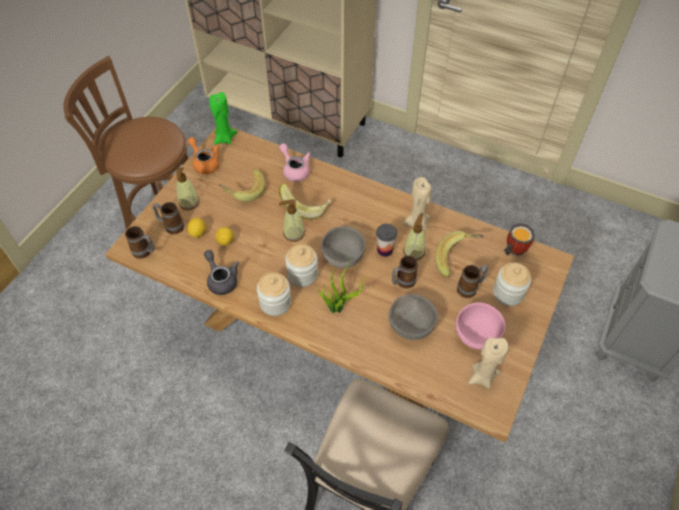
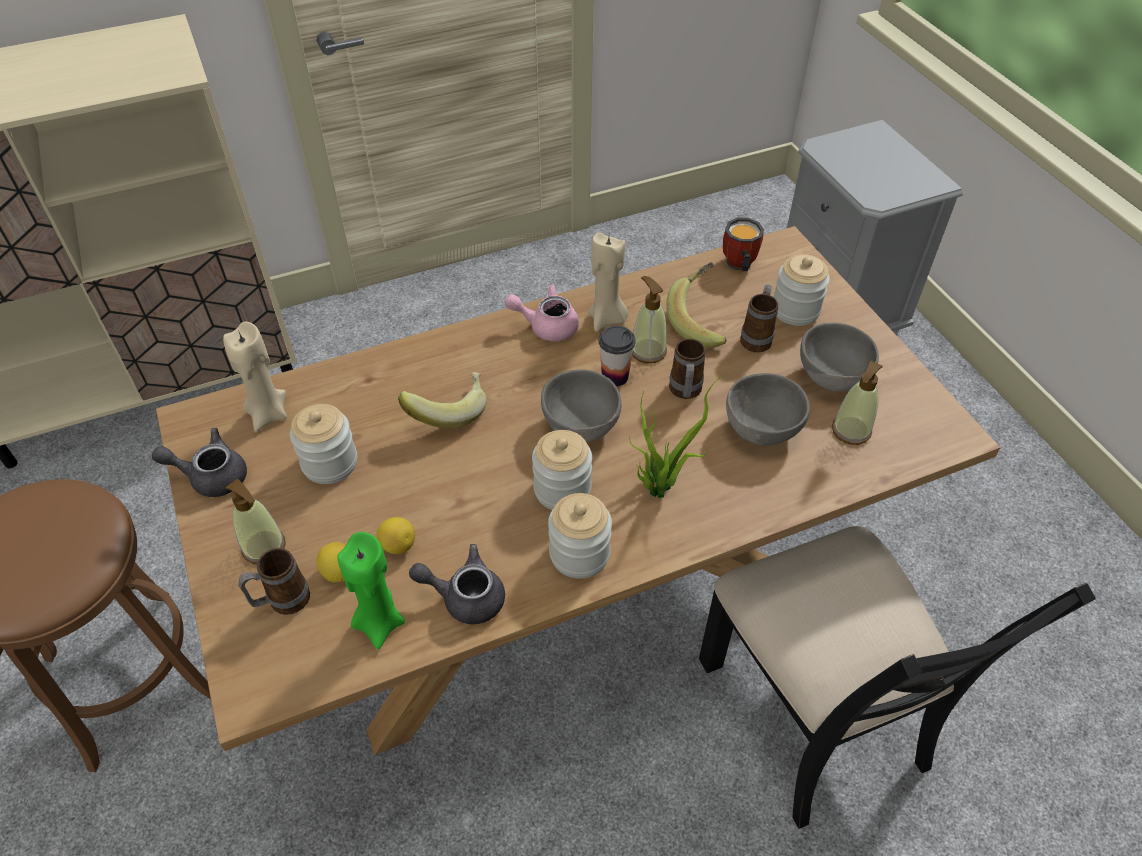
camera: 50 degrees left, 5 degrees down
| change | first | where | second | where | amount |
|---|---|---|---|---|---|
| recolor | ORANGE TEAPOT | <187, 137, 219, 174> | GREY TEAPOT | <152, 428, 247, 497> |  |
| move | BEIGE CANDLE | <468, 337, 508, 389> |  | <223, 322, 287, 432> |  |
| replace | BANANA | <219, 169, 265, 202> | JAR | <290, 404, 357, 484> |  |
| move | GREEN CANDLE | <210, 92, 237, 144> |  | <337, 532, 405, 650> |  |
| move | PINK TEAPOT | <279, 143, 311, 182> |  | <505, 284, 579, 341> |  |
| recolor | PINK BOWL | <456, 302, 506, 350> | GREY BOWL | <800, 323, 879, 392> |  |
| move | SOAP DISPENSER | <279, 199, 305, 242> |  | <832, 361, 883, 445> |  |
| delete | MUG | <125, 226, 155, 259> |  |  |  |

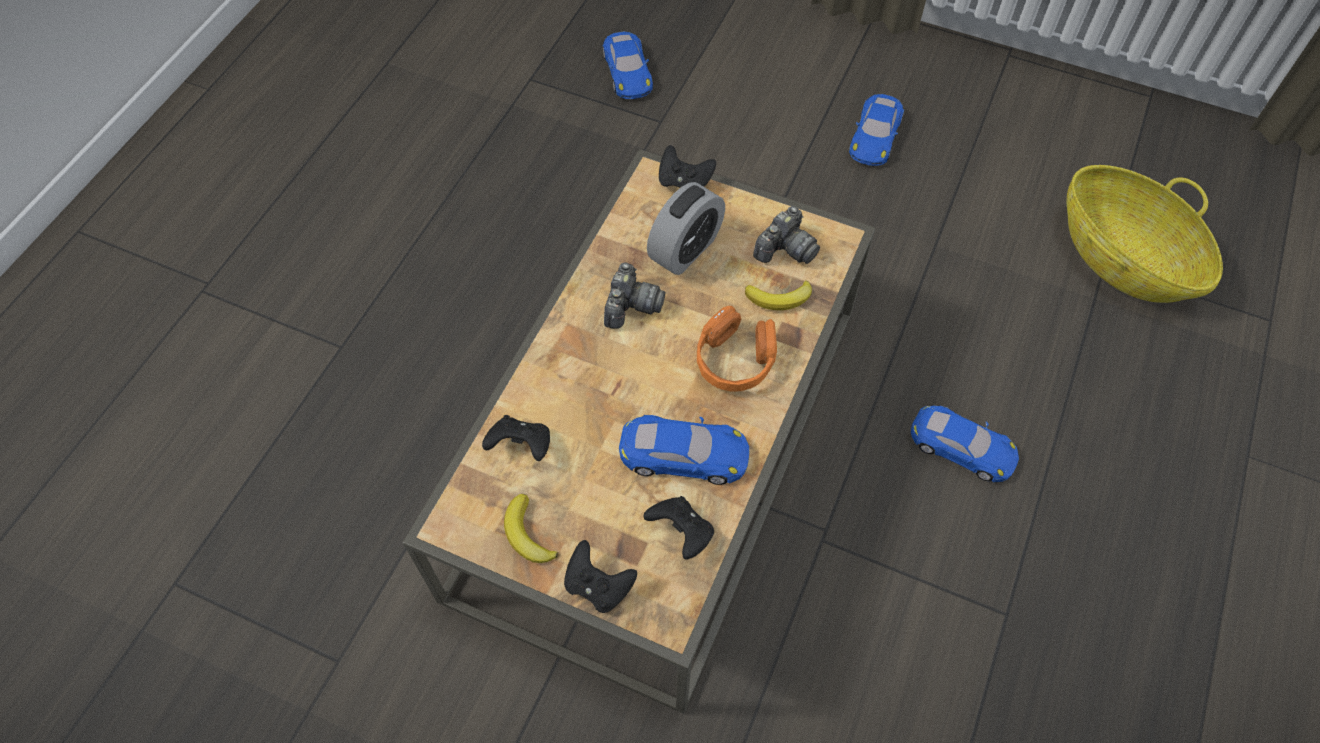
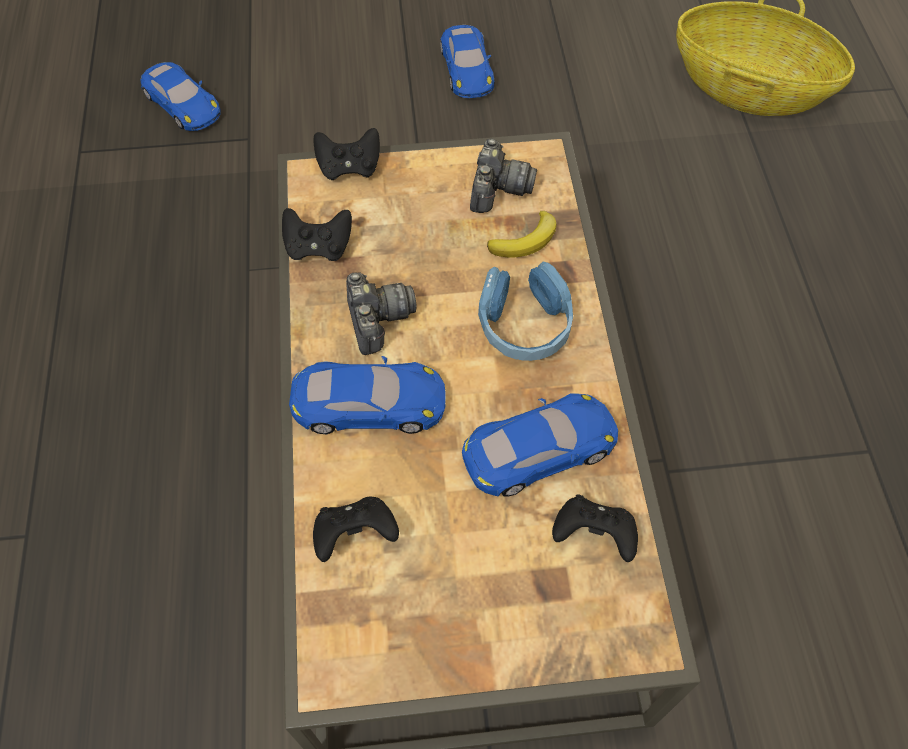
camera: 30 degrees left, 0 degrees up
| change | first | where | second | where | amount |
|---|---|---|---|---|---|
| move | BLACK GAME CONTROLLER | <564, 540, 637, 613> |  | <282, 208, 352, 261> |  |
| move | BLUE TOY CAR | <911, 405, 1019, 482> |  | <289, 356, 446, 434> |  |
| recolor | ORANGE HEADPHONES | <697, 306, 777, 392> | BLUE HEADPHONES | <478, 261, 573, 361> |  |
| delete | BANANA | <504, 494, 559, 563> |  |  |  |
| delete | ALARM CLOCK | <647, 182, 725, 275> |  |  |  |

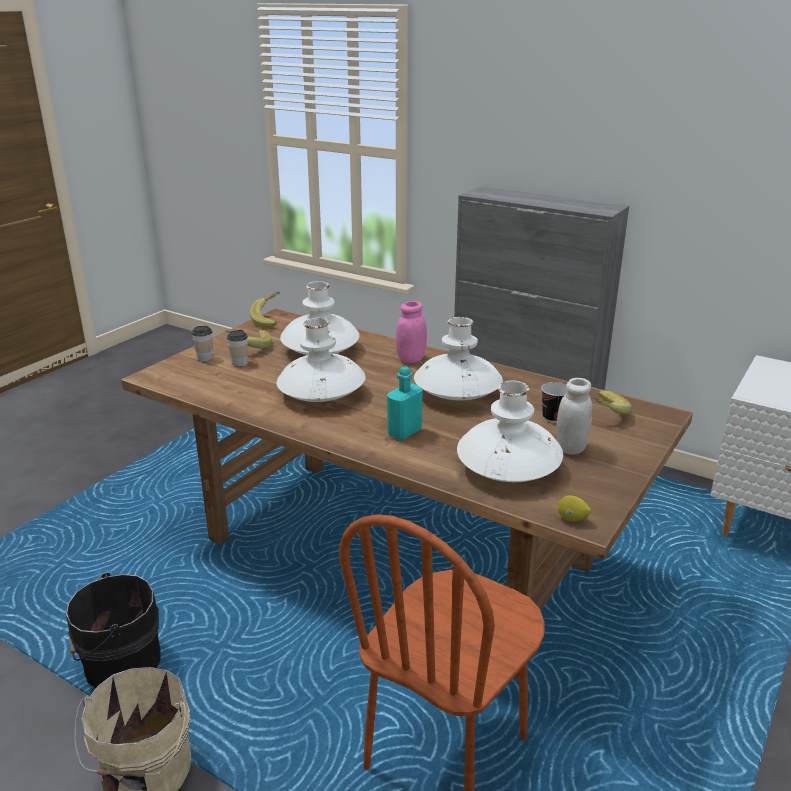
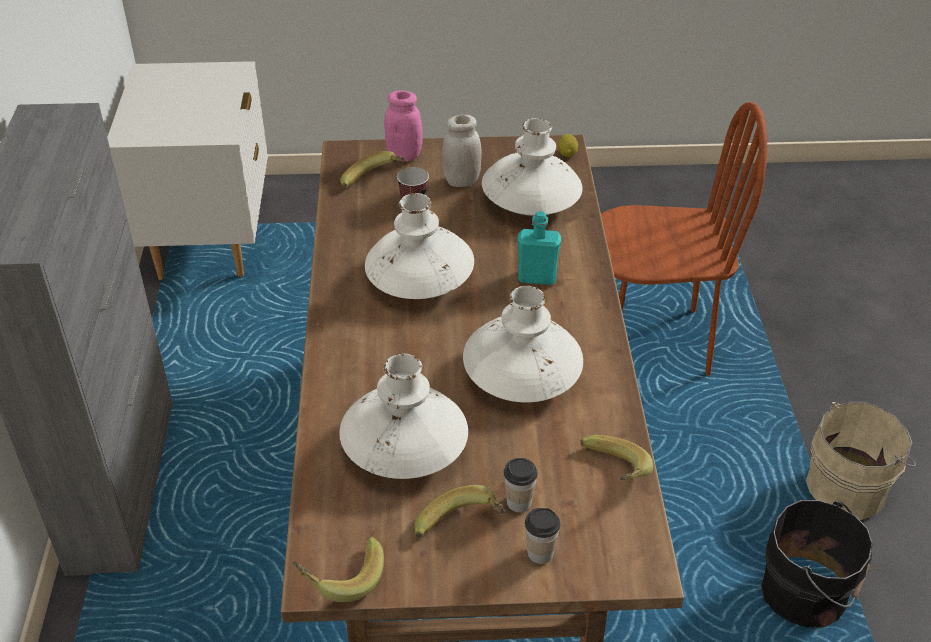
camera: 125 degrees left, 15 degrees up
| change | first | where | second | where | amount |
|---|---|---|---|---|---|
| move | PINK JAR | <396, 301, 427, 364> |  | <384, 91, 422, 161> |  |
| insert |  |  | BANANA | <580, 435, 653, 480> |  |

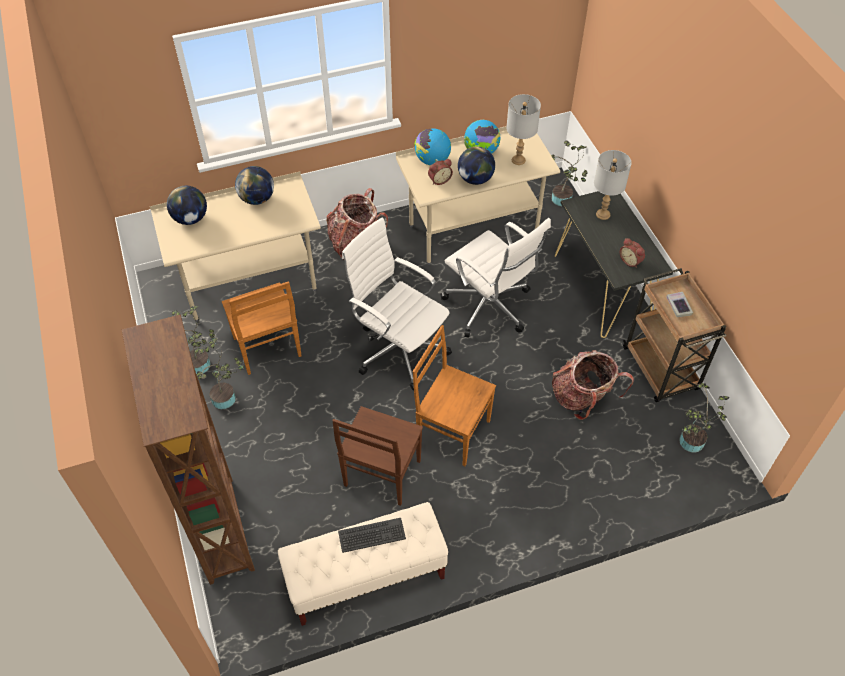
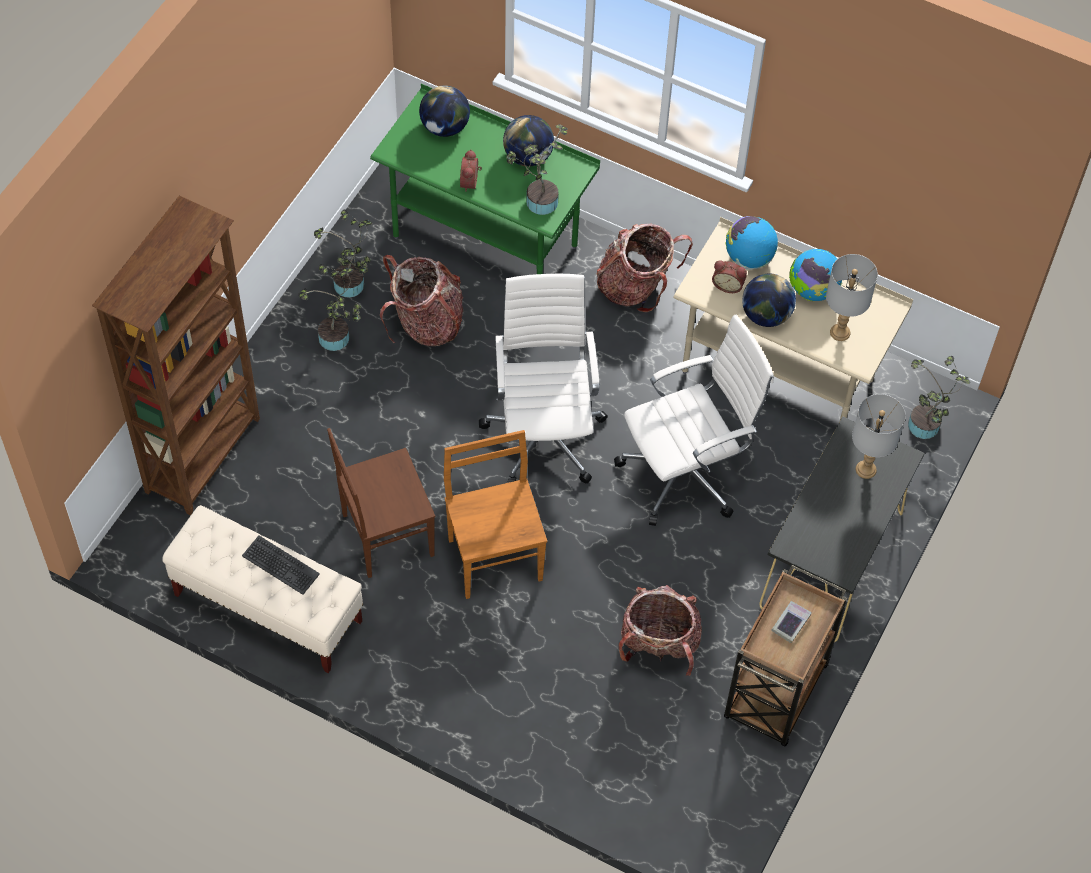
camera: 45 degrees right, 5 degrees up
| change | first | where | second | where | amount |
|---|---|---|---|---|---|
| recolor | BEIGE DESK | <150, 171, 321, 322> | GREEN DESK | <370, 84, 600, 274> |  |
| replace | BROWN CHAIR | <222, 281, 302, 375> | BACKPACK | <380, 255, 463, 346> |  |
| move | ALARM CLOCK | <620, 238, 645, 268> |  | <460, 149, 482, 192> |  |
| move | POTTED PLANT | <679, 383, 729, 453> |  | <506, 124, 567, 215> |  |
| rotate | WHITE OFFICE CHAIR | <441, 218, 551, 338> |  | <614, 315, 774, 526> | 120 degrees counterclockwise |

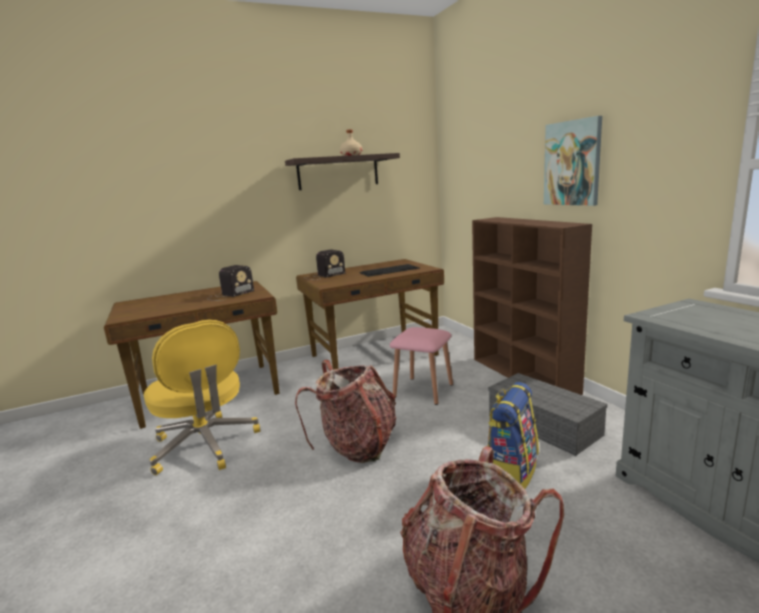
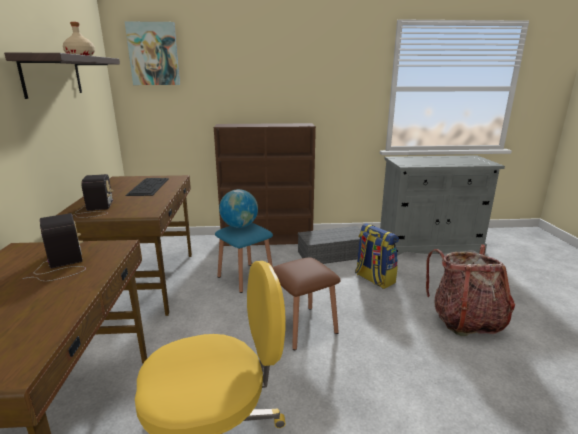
camera: 70 degrees left, 5 degrees up
| change | first | where | second | where | amount |
|---|---|---|---|---|---|
| move | PICTURE | <544, 116, 602, 206> |  | <125, 22, 180, 85> |  |
| recolor | PINK STOOL | <390, 327, 453, 405> | BLUE STOOL | <215, 223, 273, 293> |  |
| insert |  |  | GLOBE | <219, 189, 258, 228> |  |
| replace | BACKPACK | <295, 360, 396, 463> | BROWN STOOL | <273, 257, 340, 350> |  |

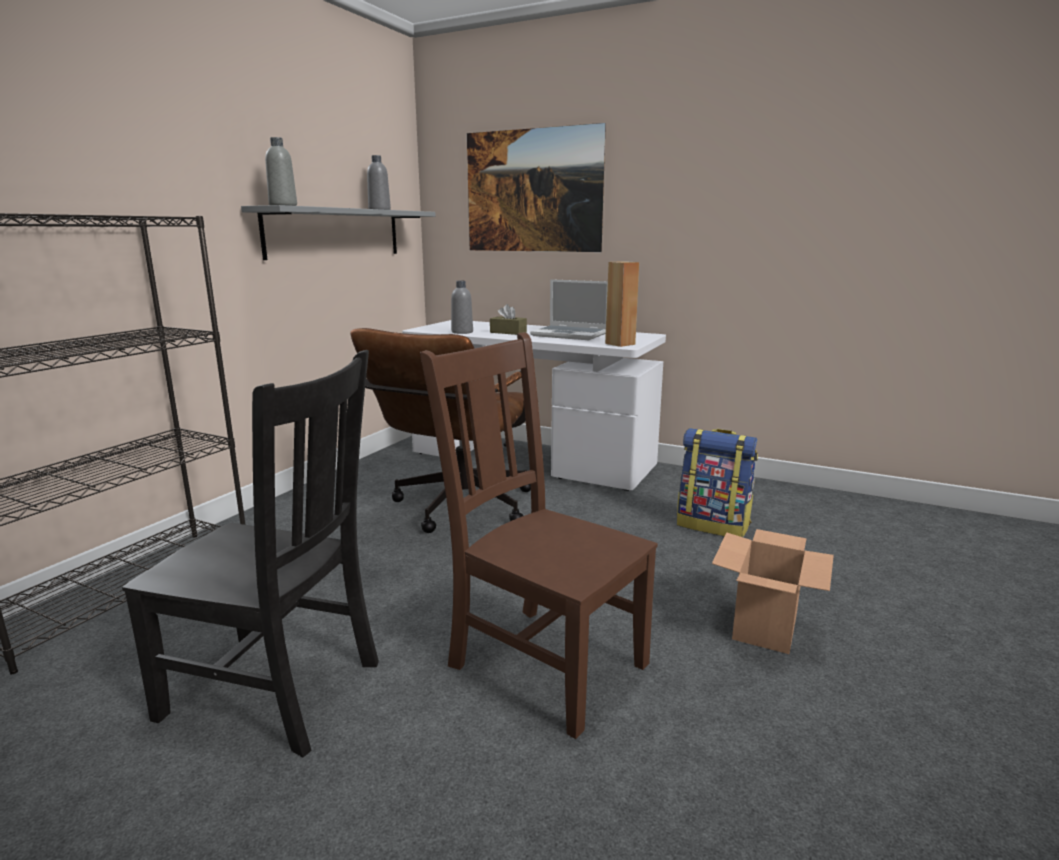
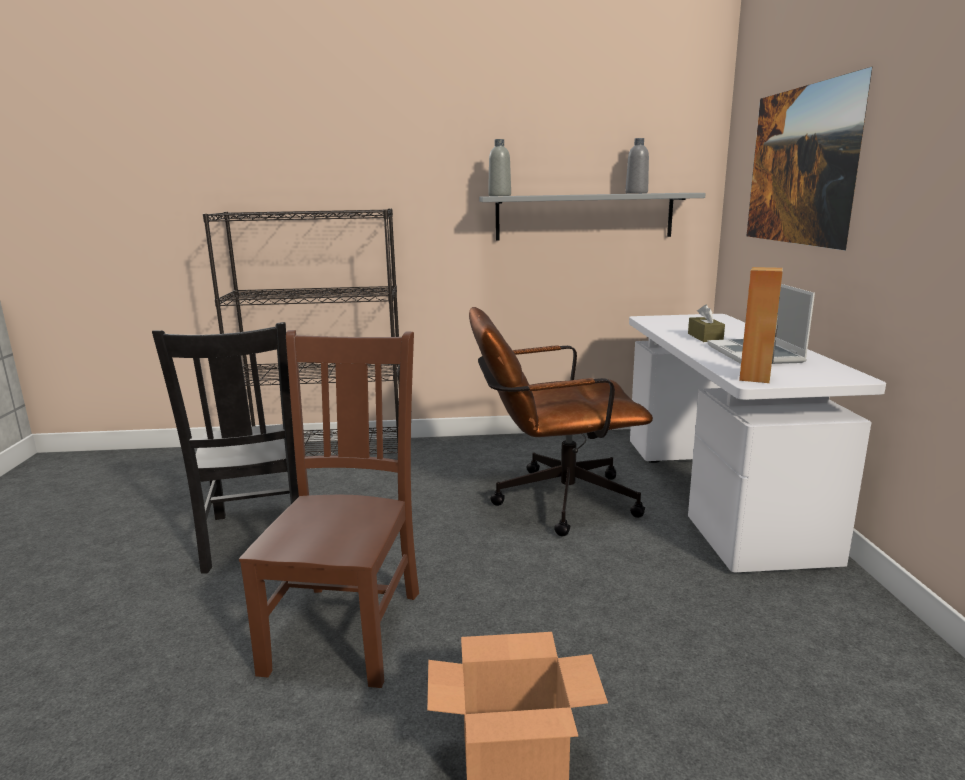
camera: 60 degrees right, 0 degrees up
| change | first | where | second | where | amount |
|---|---|---|---|---|---|
| delete | GREY BOTTLE | <451, 281, 473, 334> |  |  |  |
| delete | BACKPACK | <677, 428, 758, 537> |  |  |  |

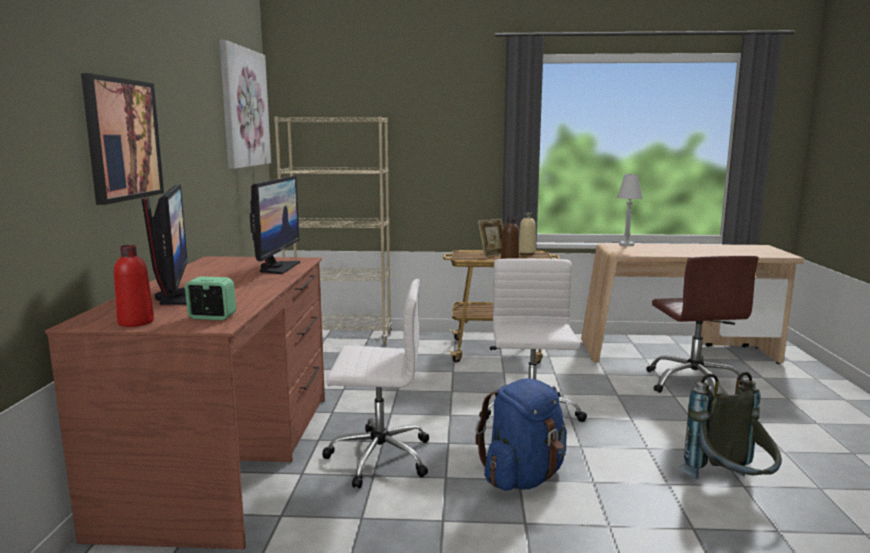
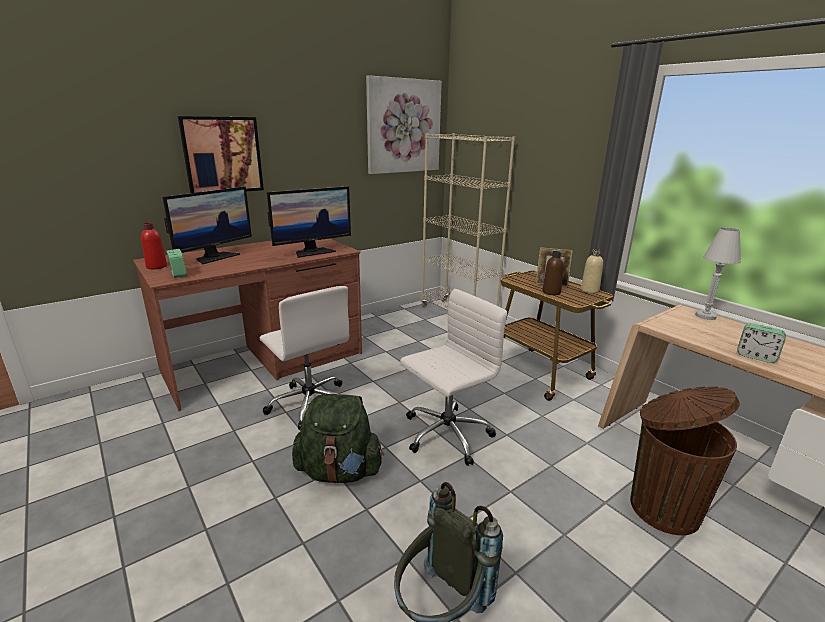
camera: 50 degrees right, 10 degrees up
| change | first | where | second | where | amount |
|---|---|---|---|---|---|
| recolor | BLUE BACKPACK | <475, 378, 567, 491> | GREEN BACKPACK | <292, 394, 384, 484> |  |
| replace | BROWN OFFICE CHAIR | <646, 256, 759, 395> | BROWN TRASH CAN | <630, 386, 740, 535> |  |
| insert |  |  | ALARM CLOCK | <737, 323, 786, 363> |  |

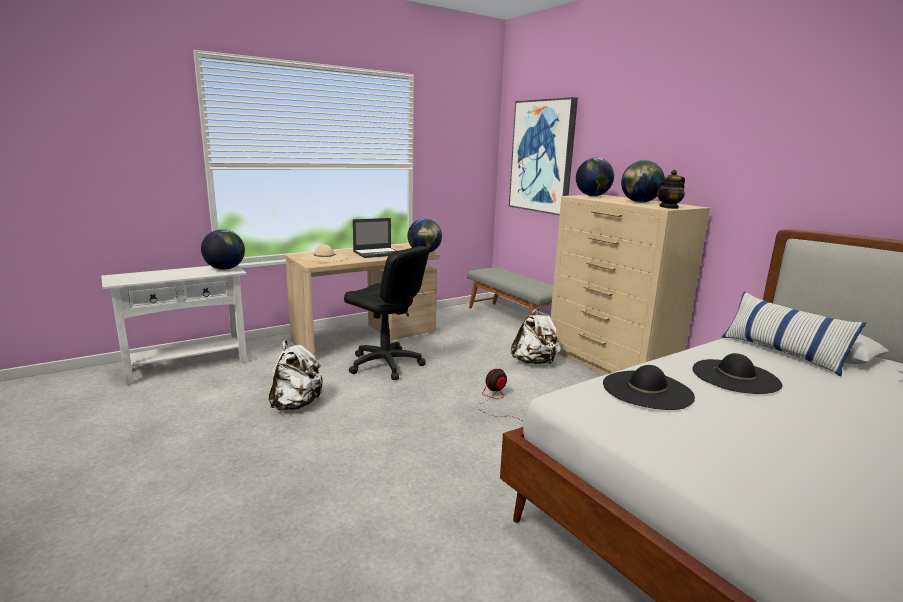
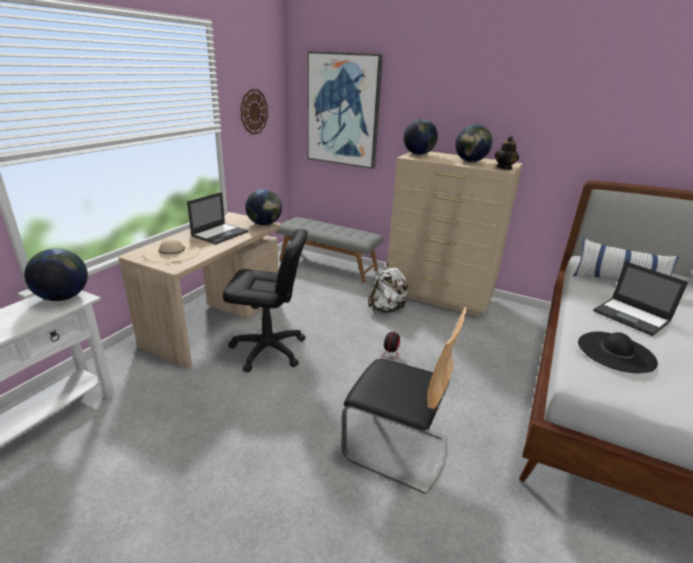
camera: 30 degrees left, 10 degrees up
| change | first | where | second | where | amount |
|---|---|---|---|---|---|
| insert |  |  | WALL CLOCK | <241, 89, 268, 135> |  |
| insert |  |  | CHAIR | <342, 307, 467, 494> |  |
| replace | BLACK HAT | <693, 353, 782, 394> | LAPTOP | <593, 261, 688, 336> |  |
| delete | WHITE BACKPACK | <269, 340, 323, 410> |  |  |  |

